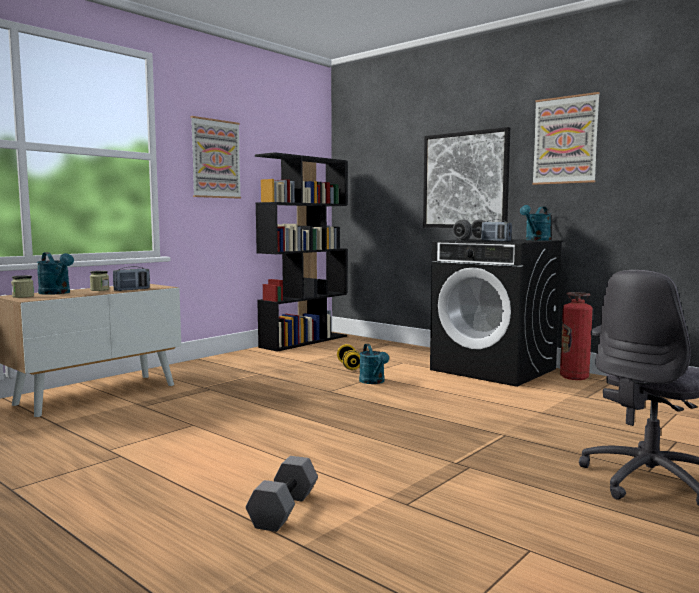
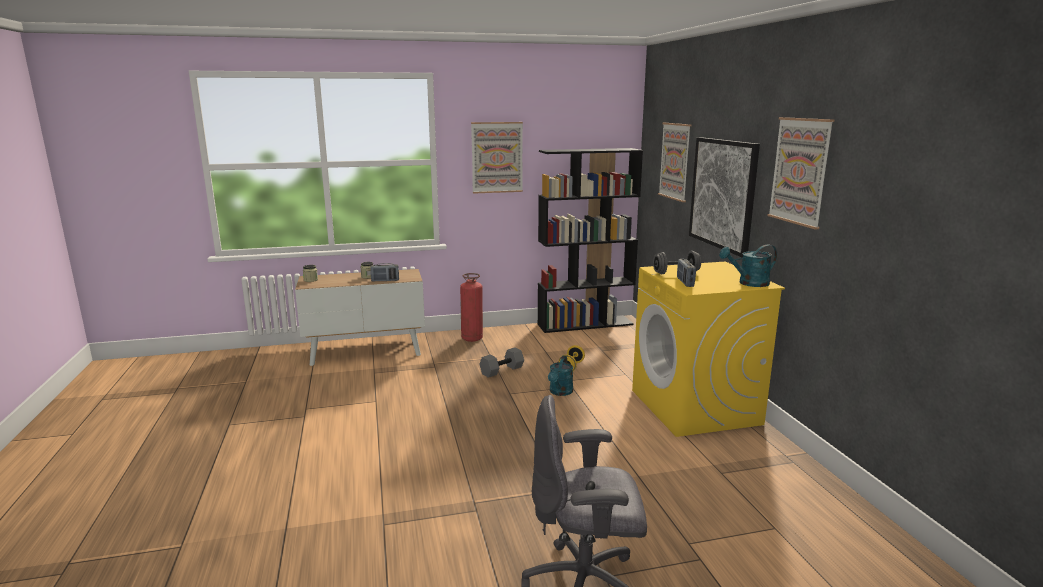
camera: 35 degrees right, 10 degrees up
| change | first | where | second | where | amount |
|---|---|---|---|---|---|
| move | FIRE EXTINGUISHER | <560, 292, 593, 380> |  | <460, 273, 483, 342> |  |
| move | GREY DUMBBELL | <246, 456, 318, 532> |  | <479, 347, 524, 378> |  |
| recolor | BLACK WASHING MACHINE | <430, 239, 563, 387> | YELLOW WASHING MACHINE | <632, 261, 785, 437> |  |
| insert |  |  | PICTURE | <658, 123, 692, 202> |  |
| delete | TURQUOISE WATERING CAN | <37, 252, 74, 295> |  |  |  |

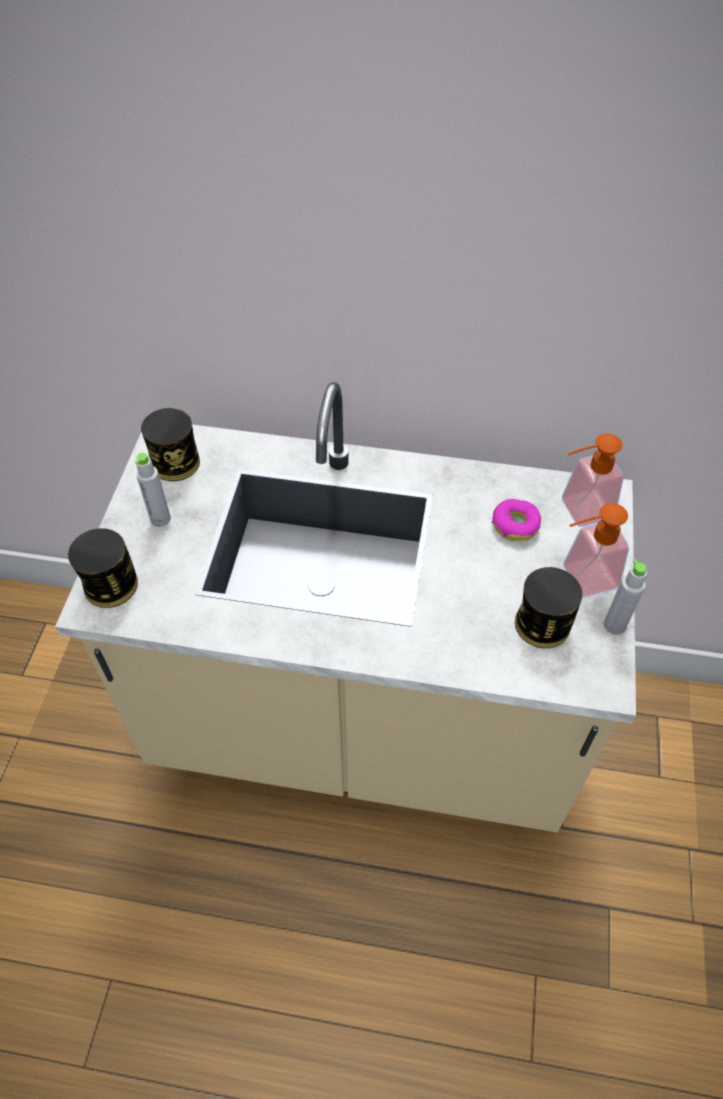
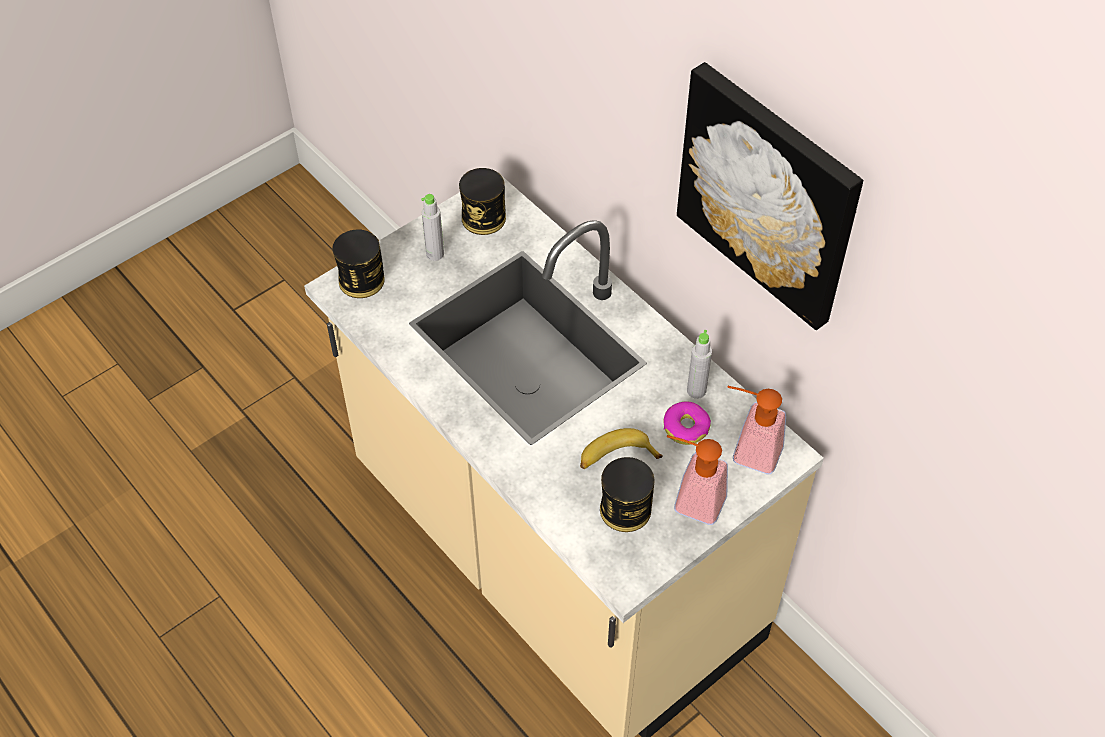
camera: 40 degrees right, 0 degrees up
| change | first | where | second | where | amount |
|---|---|---|---|---|---|
| insert |  |  | BANANA | <580, 428, 663, 469> |  |
| insert |  |  | PICTURE | <677, 62, 863, 330> |  |
| move | GREY BOTTLE | <604, 559, 647, 635> |  | <687, 330, 712, 399> |  |

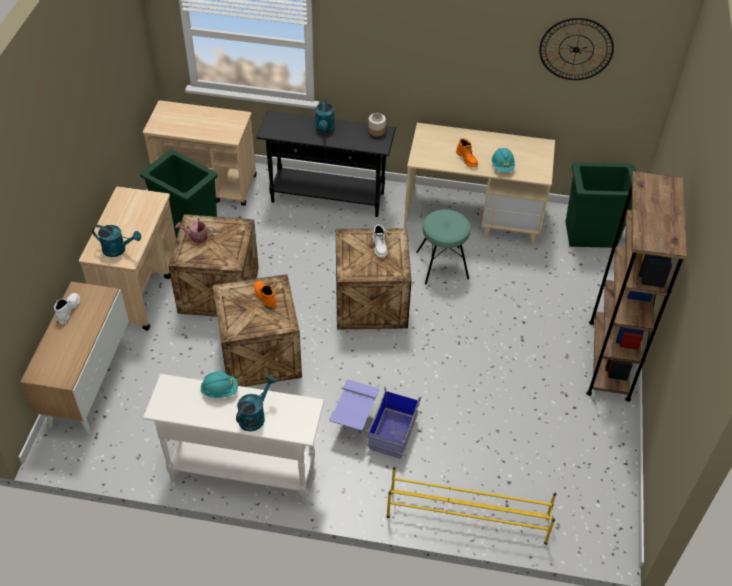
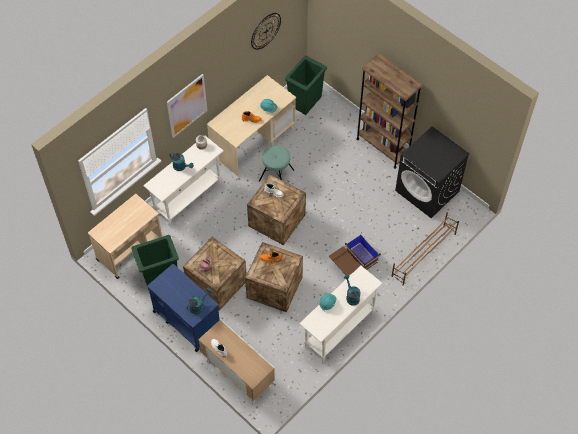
camera: 55 degrees left, 10 degrees up
| change | first | where | second | where | amount |
|---|---|---|---|---|---|
| recolor | BLACK CONSOLE TABLE | <256, 111, 396, 217> | WHITE CONSOLE TABLE | <143, 136, 224, 226> |  |
| recolor | BEIGE CART | <79, 186, 176, 330> | BLUE CART | <147, 264, 220, 352> |  |
| insert |  |  | PICTURE | <167, 74, 207, 138> |  |
| recolor | BLUE STORAGE BOX | <329, 380, 421, 459> | BROWN STORAGE BOX | <329, 235, 381, 275> |  |
| recolor | YELLOW SHOE RACK | <386, 466, 556, 545> | BROWN SHOE RACK | <391, 213, 459, 286> |  |
| insert |  |  | BLACK WASHING MACHINE | <395, 126, 470, 218> |  |

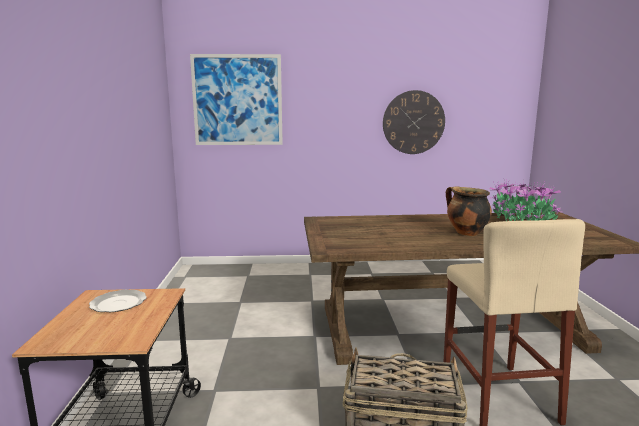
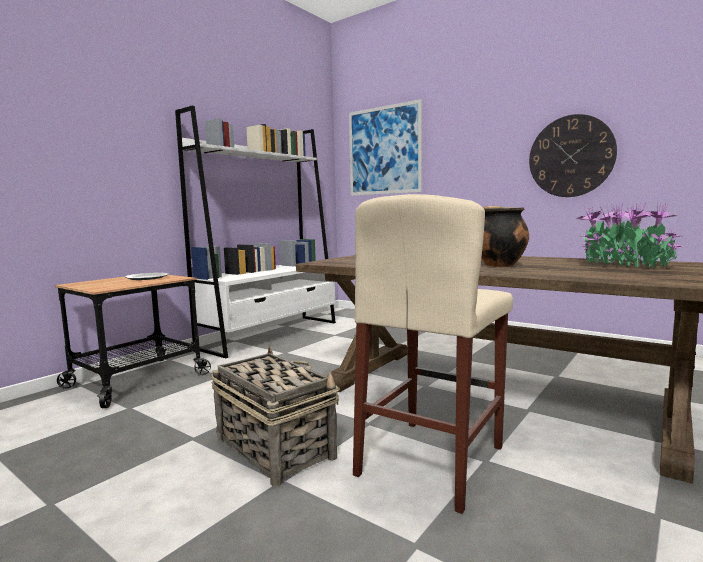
camera: 40 degrees right, 5 degrees down
| change | first | where | second | where | amount |
|---|---|---|---|---|---|
| insert |  |  | WHITE BOOKCASE | <175, 106, 336, 358> |  |

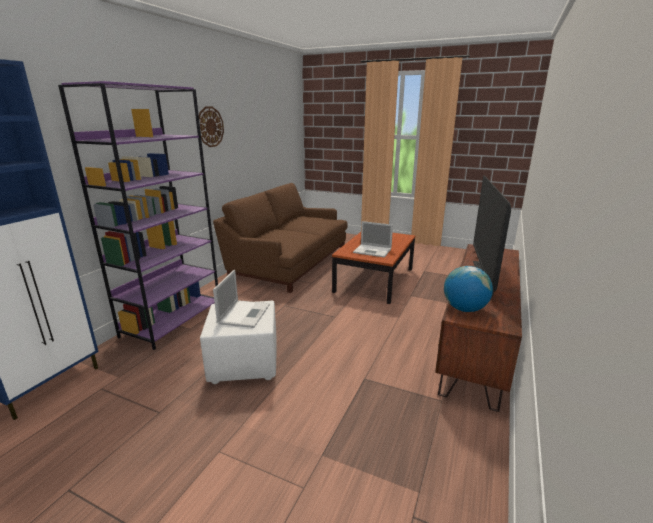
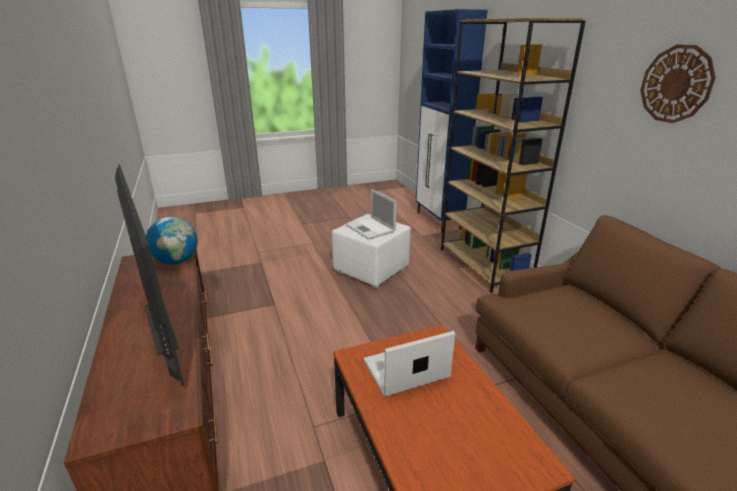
camera: 135 degrees right, 5 degrees up
| change | first | where | second | where | amount |
|---|---|---|---|---|---|
| recolor | PURPLE BOOKCASE | <58, 81, 218, 350> | BROWN BOOKCASE | <441, 18, 586, 293> |  |

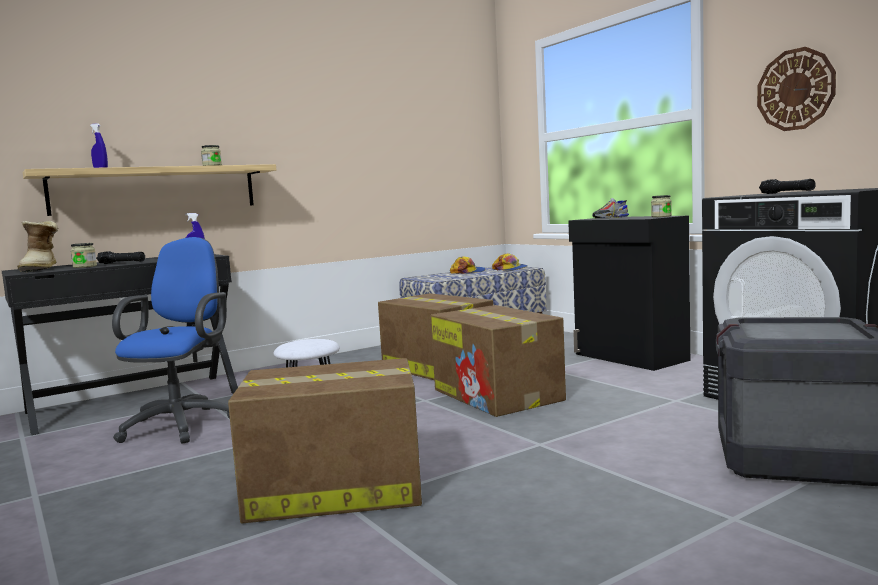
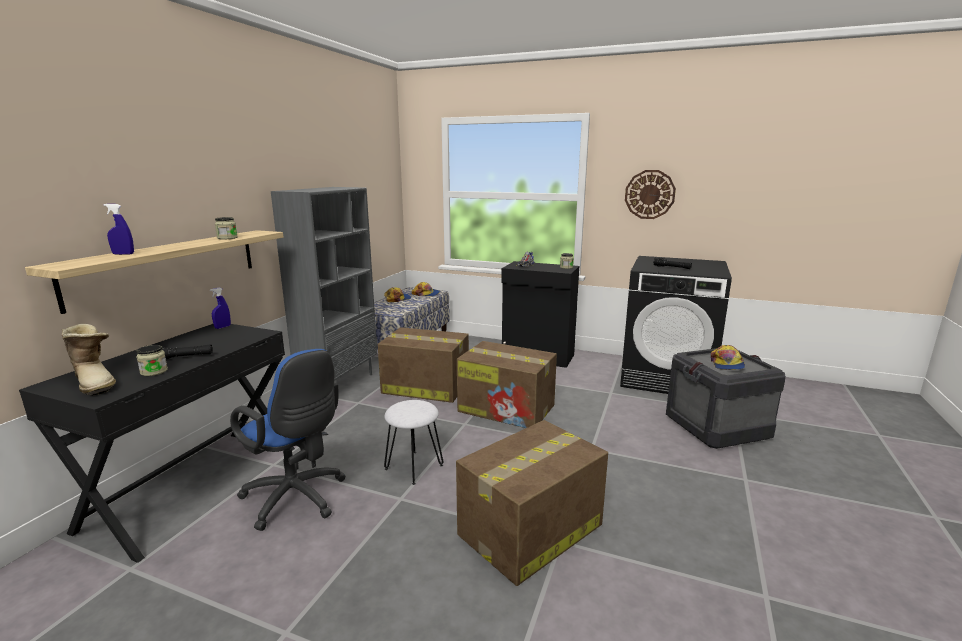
camera: 35 degrees left, 10 degrees up
| change | first | where | second | where | amount |
|---|---|---|---|---|---|
| rotate | BLUE OFFICE CHAIR | <112, 237, 230, 444> |  | <230, 349, 346, 531> | 150 degrees clockwise |
| insert |  |  | GREY BOOKCASE | <271, 187, 377, 381> |  |
| insert |  |  | CAP | <711, 345, 745, 370> |  |

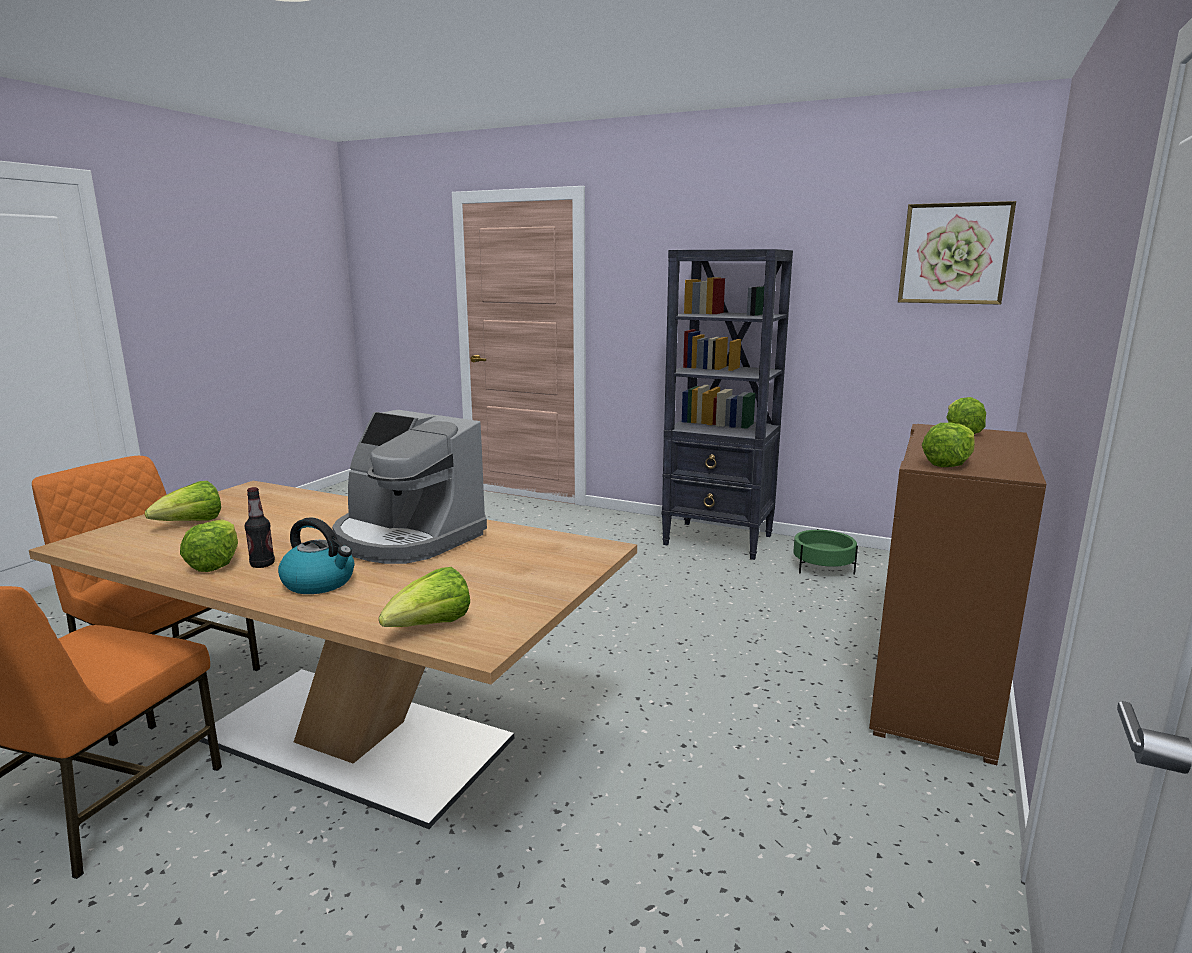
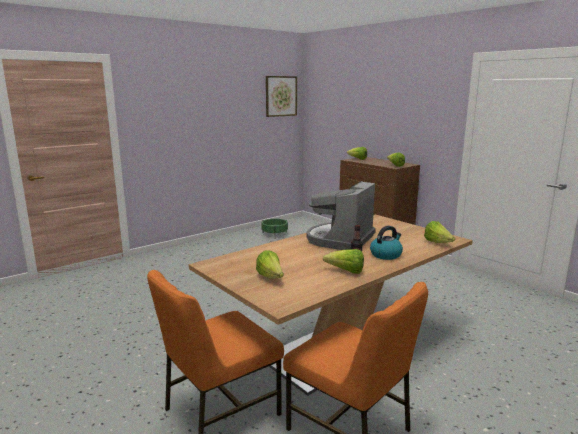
camera: 65 degrees left, 0 degrees up
| change | first | where | second | where | amount |
|---|---|---|---|---|---|
| rotate | COFFEE MACHINE | <332, 410, 487, 564> |  | <306, 181, 376, 250> | 150 degrees clockwise |
| delete | BLACK BOOKCASE | <662, 249, 793, 560> |  |  |  |

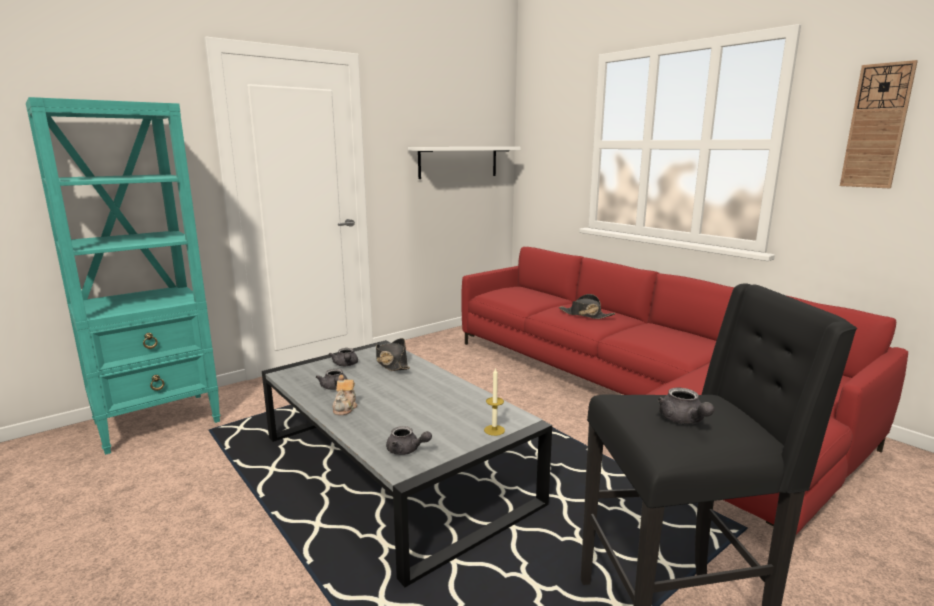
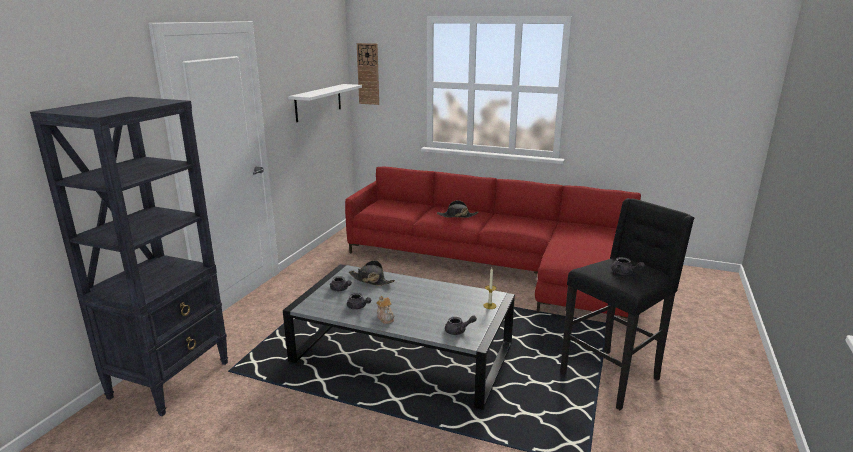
camera: 30 degrees left, 5 degrees up
| change | first | where | second | where | amount |
|---|---|---|---|---|---|
| recolor | TURQUOISE BOOKCASE | <26, 97, 221, 455> | BLACK BOOKCASE | <30, 97, 228, 416> |  |
| move | WALL CLOCK | <840, 60, 918, 188> |  | <357, 43, 379, 105> |  |

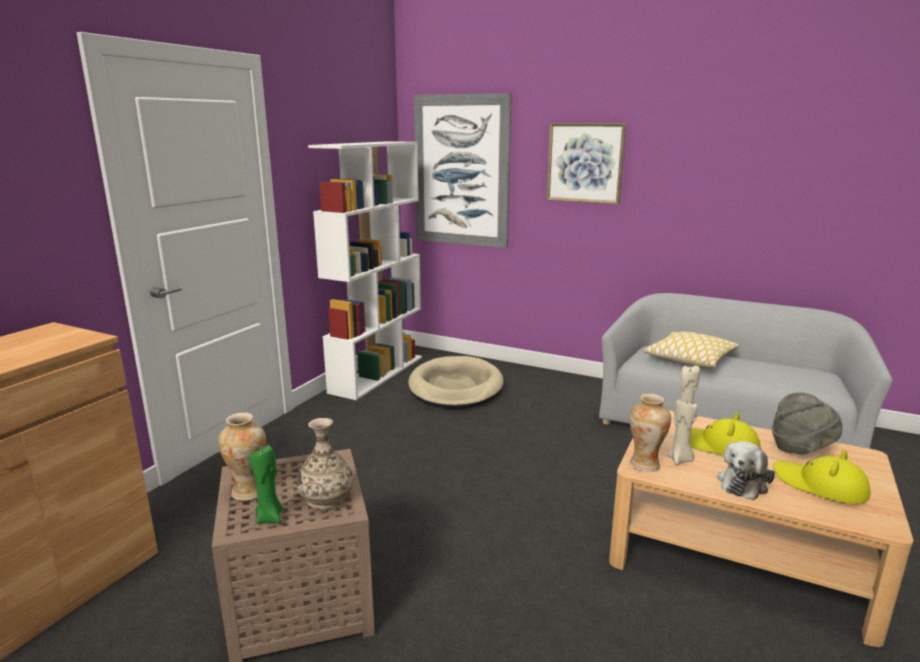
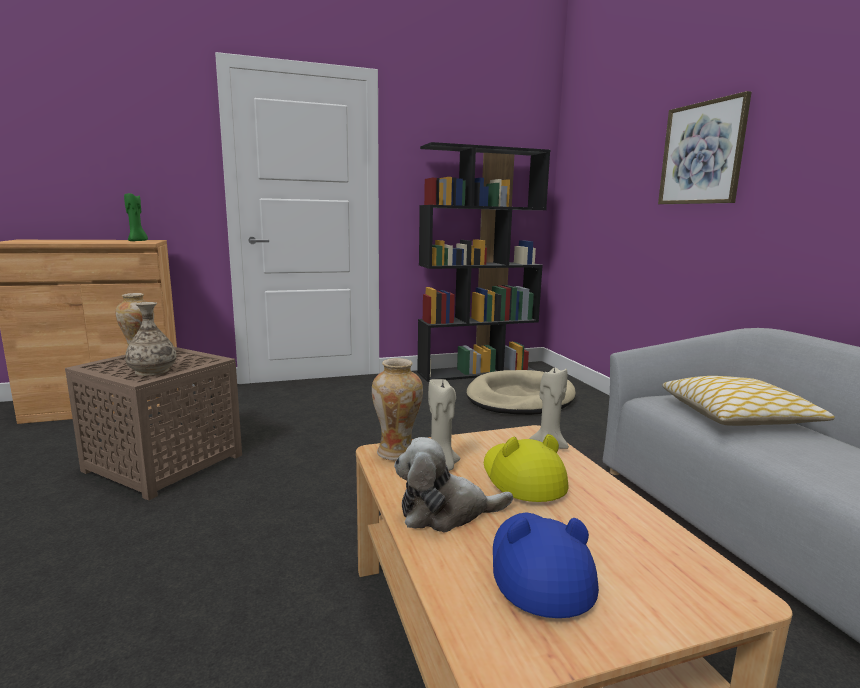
camera: 45 degrees right, 5 degrees down
| change | first | where | second | where | amount |
|---|---|---|---|---|---|
| move | GREEN CANDLE | <249, 445, 282, 524> |  | <124, 193, 148, 241> |  |
| recolor | WHITE BOOKCASE | <308, 141, 422, 400> | BLACK BOOKCASE | <417, 142, 550, 382> |  |
| recolor | YELLOW HAT | <773, 450, 870, 504> | BLUE HAT | <493, 512, 599, 618> |  |
| delete | PICTURE | <413, 93, 512, 248> |  |  |  |
| delete | GREY HAT | <772, 392, 842, 455> |  |  |  |

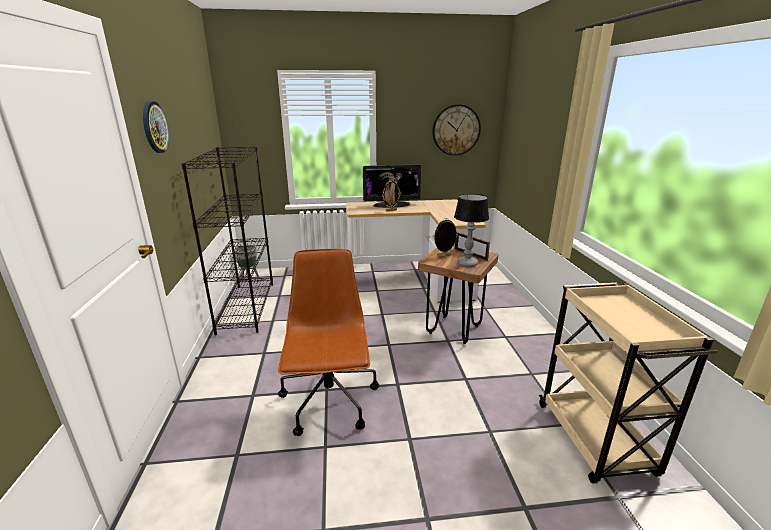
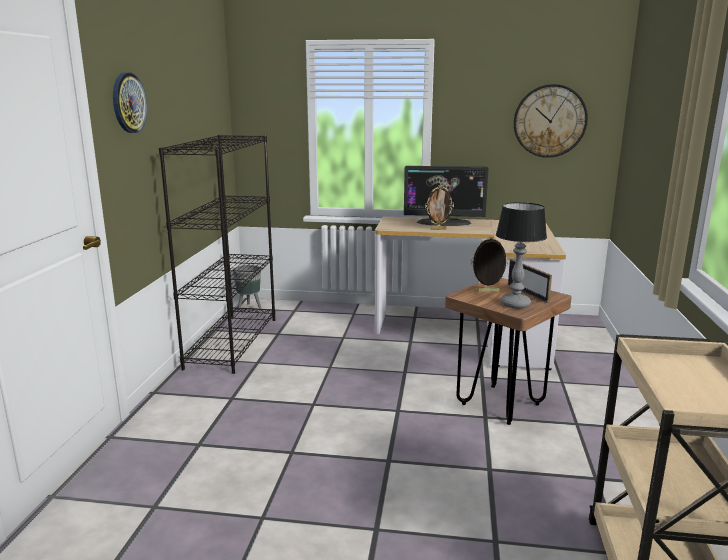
camera: 15 degrees right, 5 degrees down
| change | first | where | second | where | amount |
|---|---|---|---|---|---|
| delete | BROWN OFFICE CHAIR | <278, 249, 379, 436> |  |  |  |

